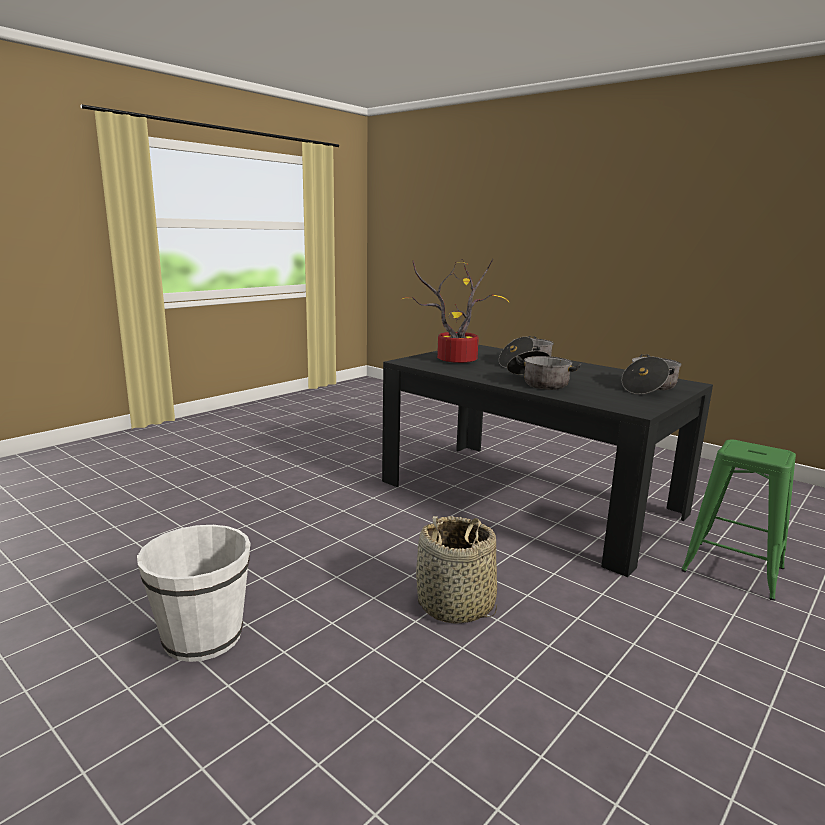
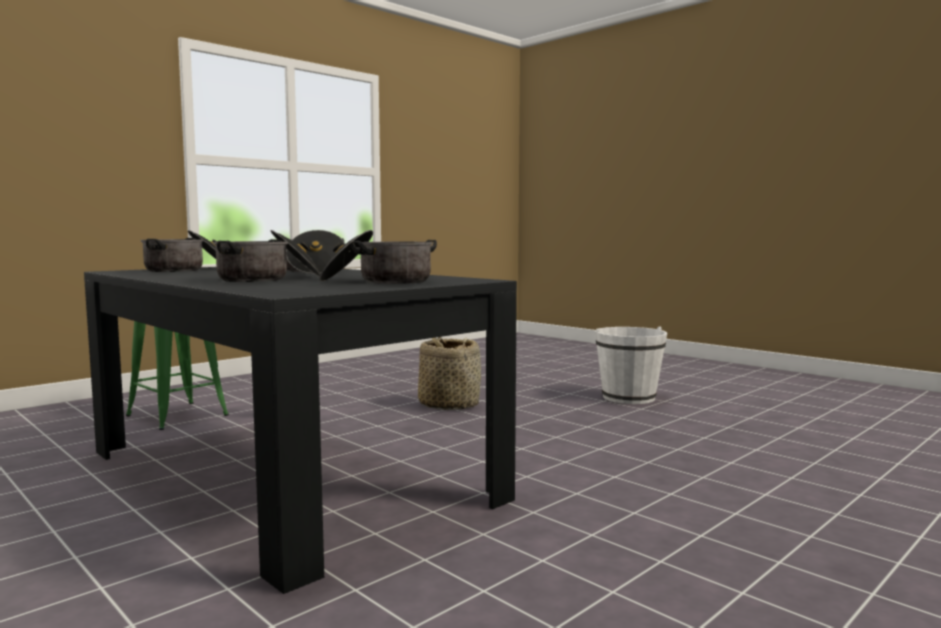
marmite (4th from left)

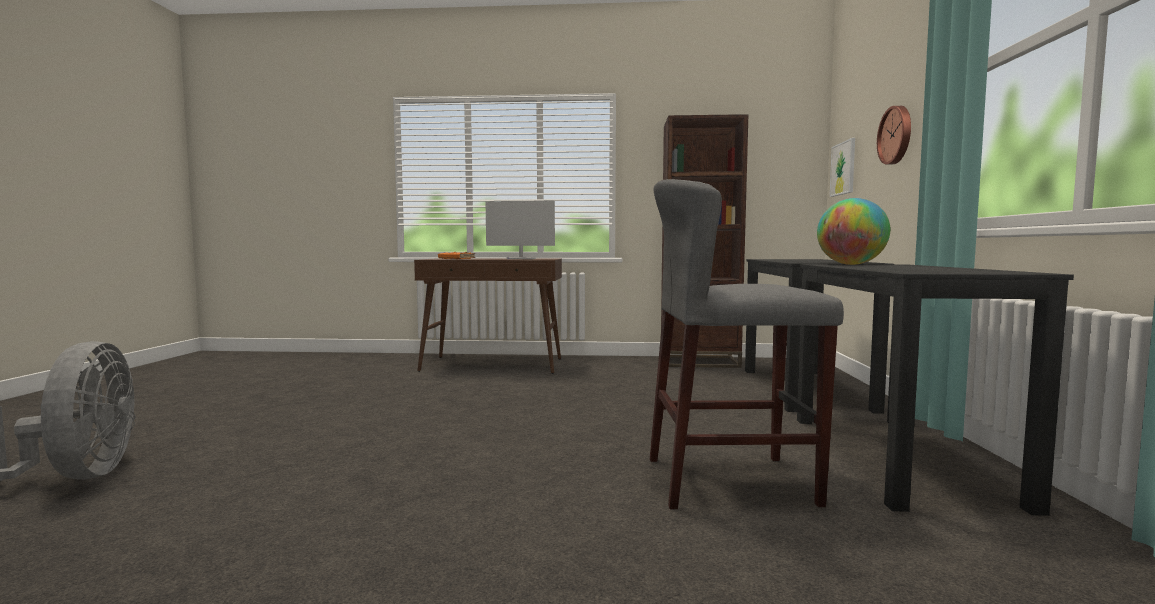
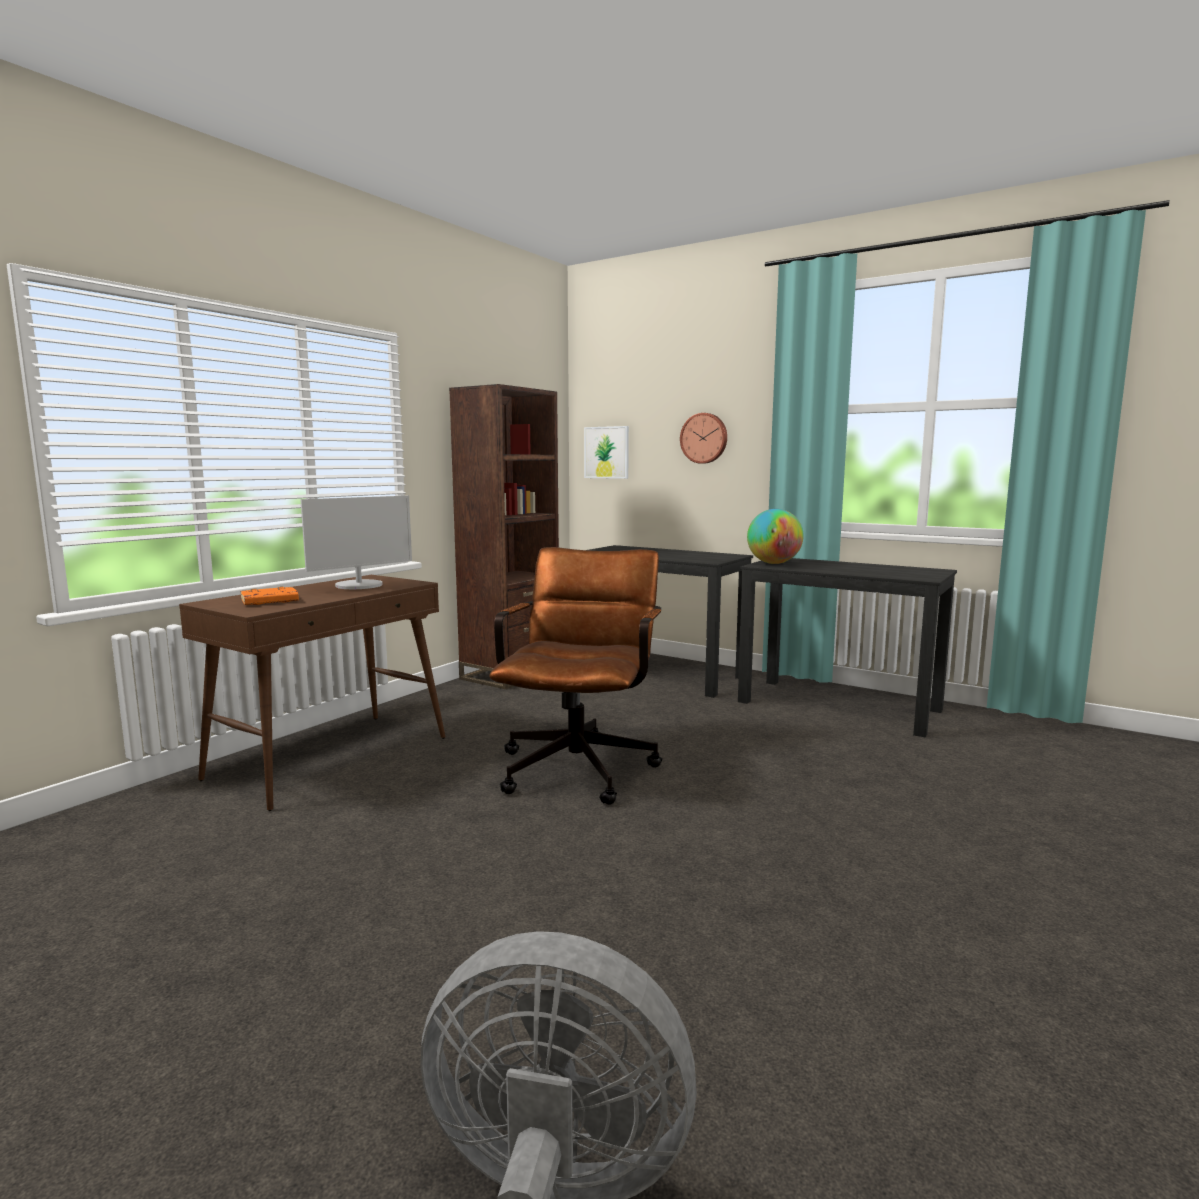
tabouret/gris
chaise de bureau/marron

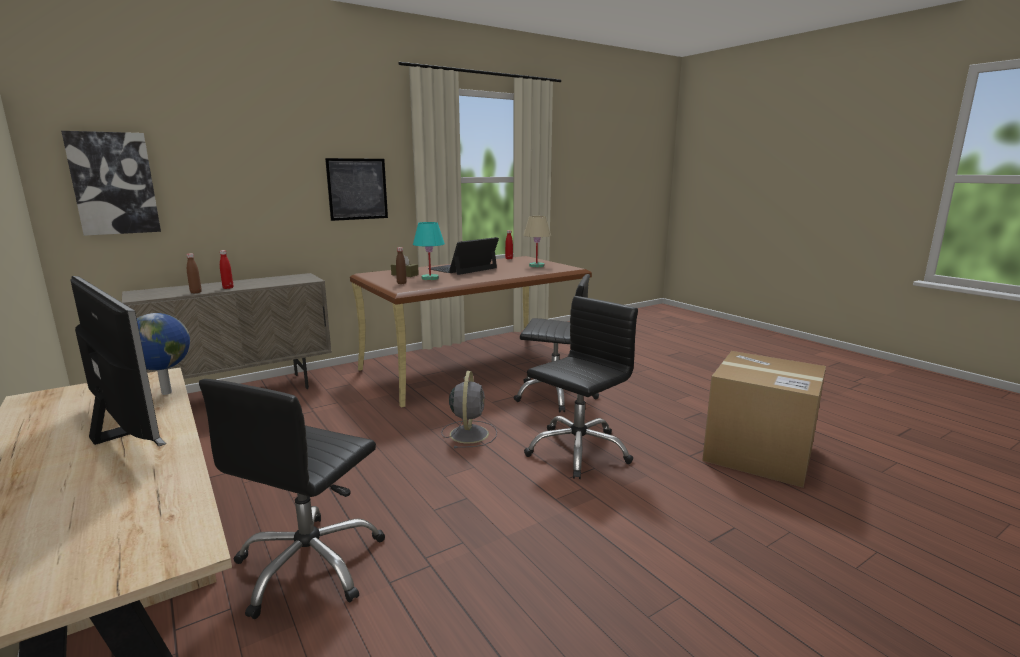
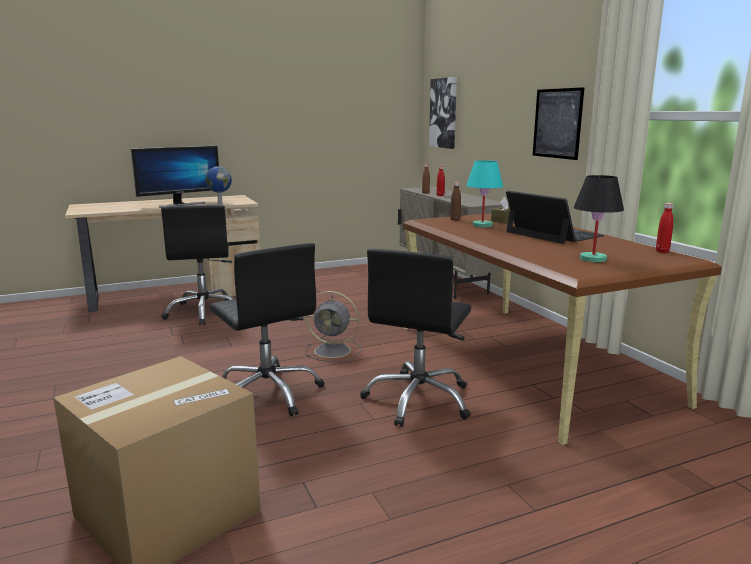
chaise de bureau/noir (1st from left)
lampe de table/noir

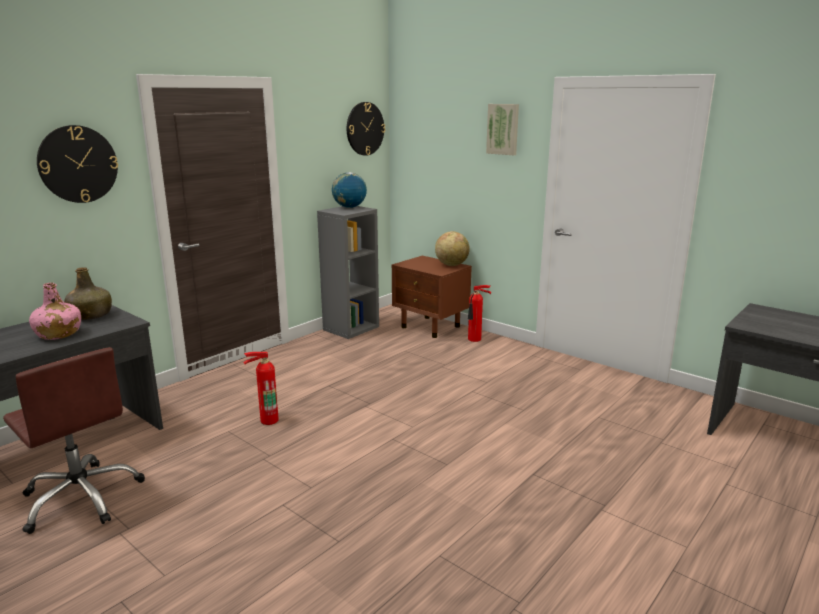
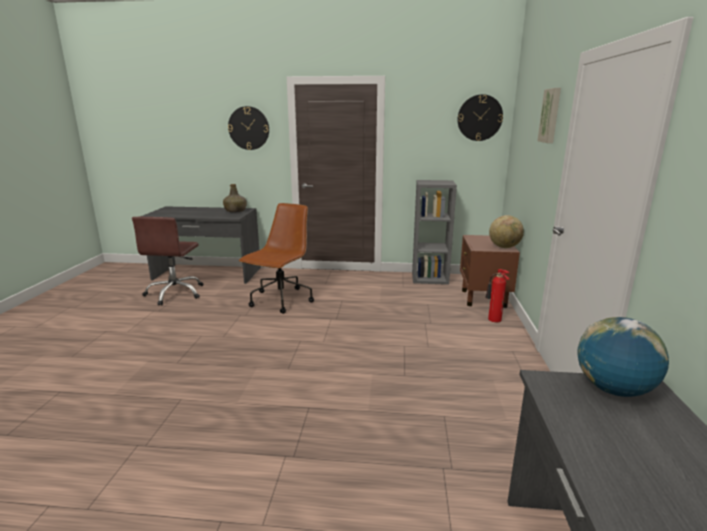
bouteille/rose
chaise de bureau/marron (2nd from left)
globe (2nd from left)

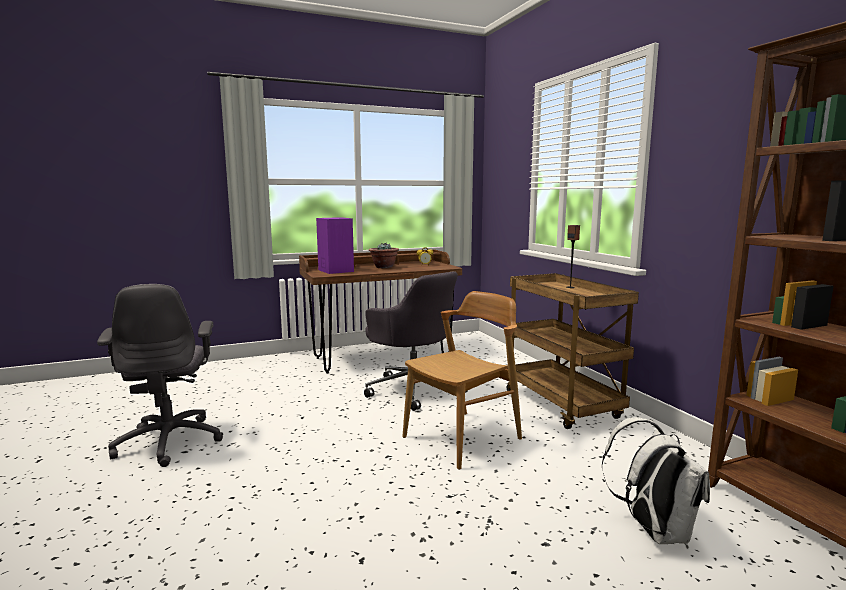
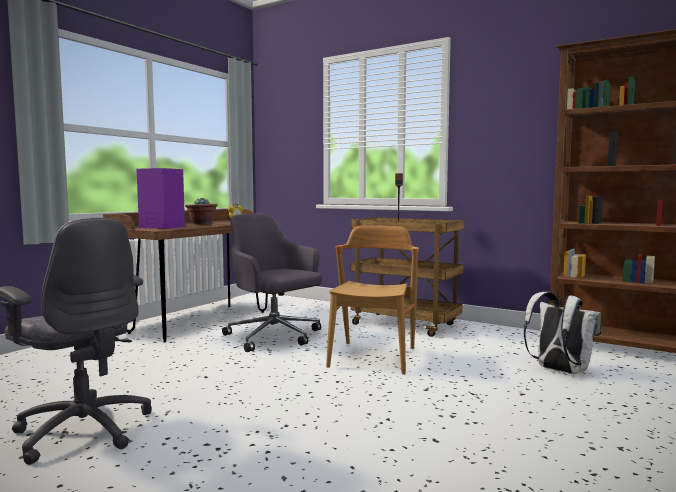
chaise de bureau/gris (2nd from left)

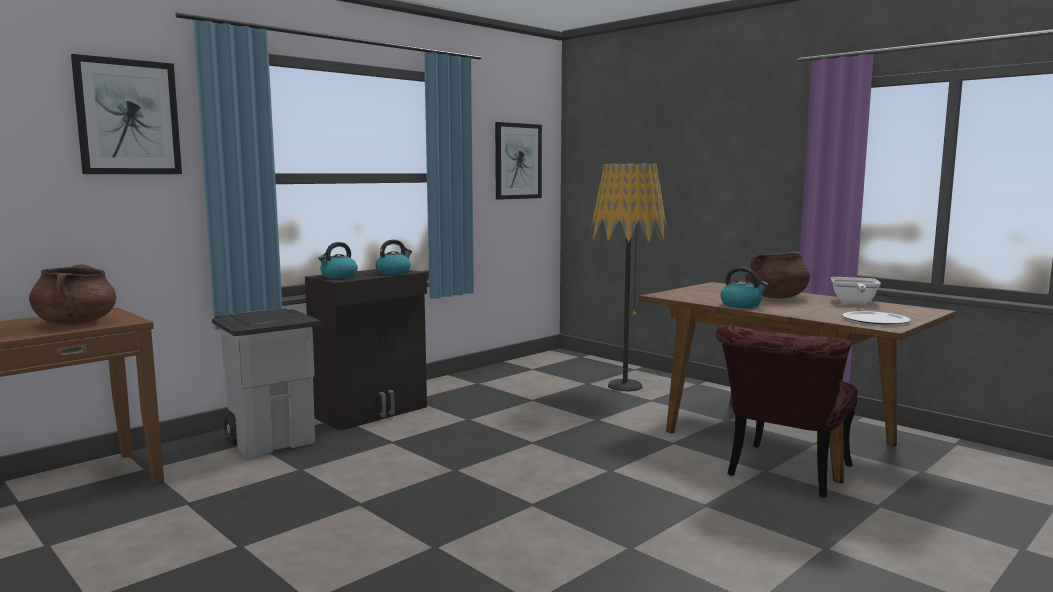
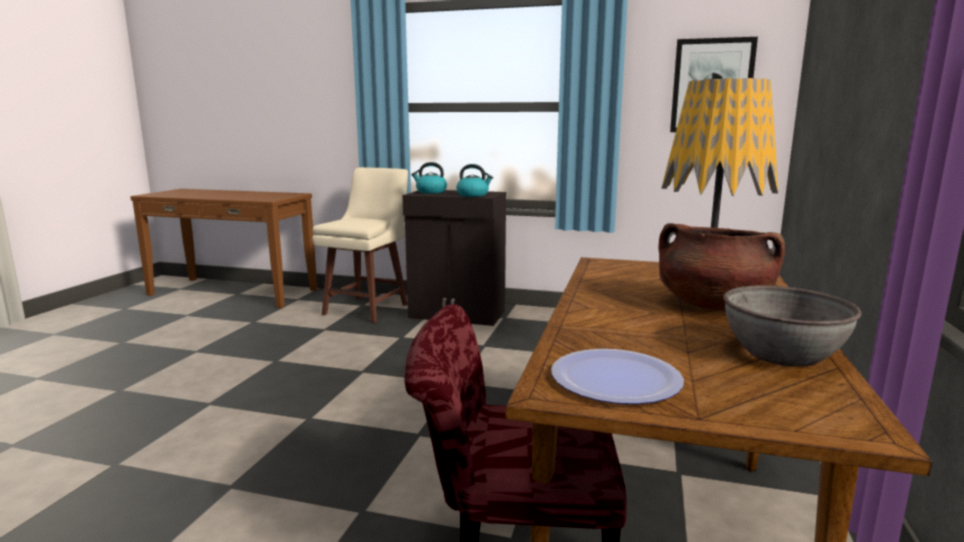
marmite/marron (1st from left in the first image)
tableau (1st from left in the first image)
tabouret/beige
bouilloire (3rd from left in the first image)
bol/gris

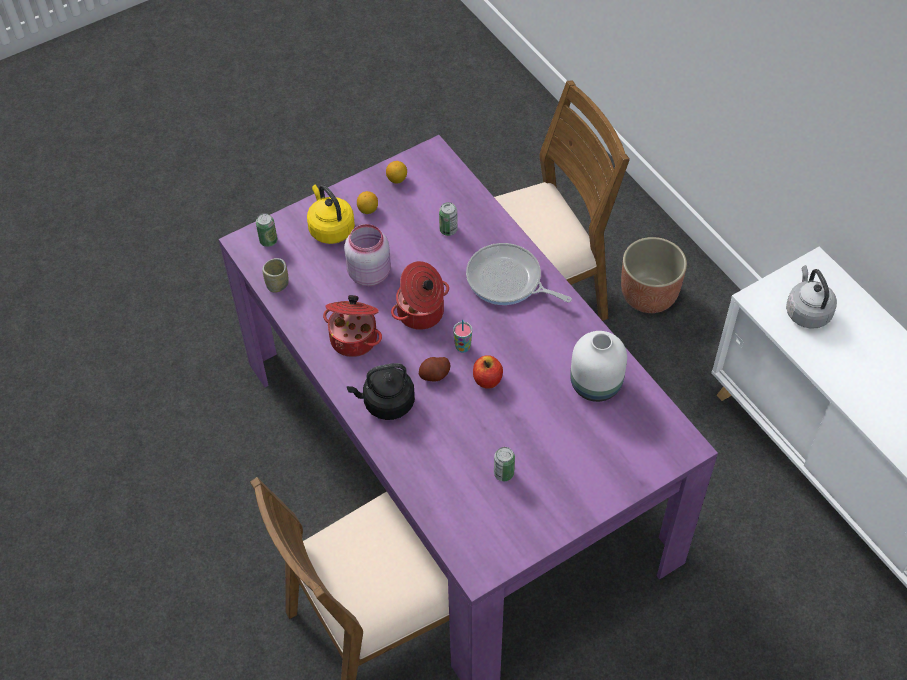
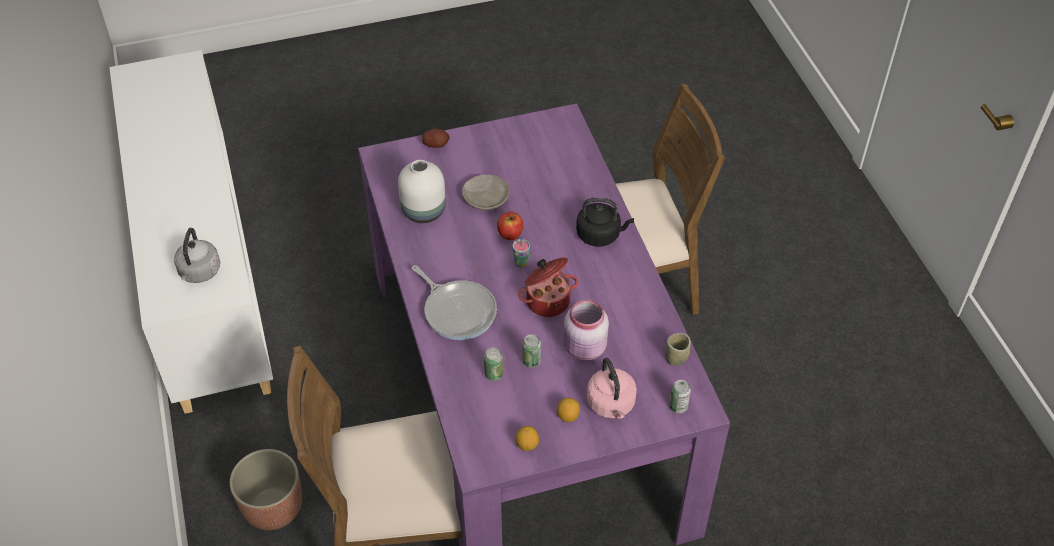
bouilloire/rose
marmite (1st from left in the first image)
pomme de terre
boîte métallique (2nd from left)
assiette/beige

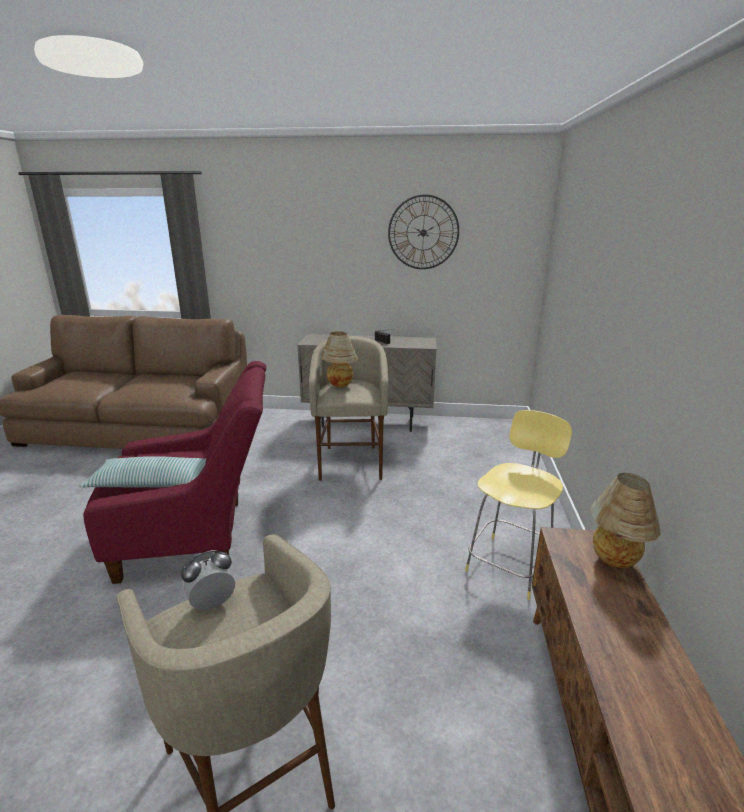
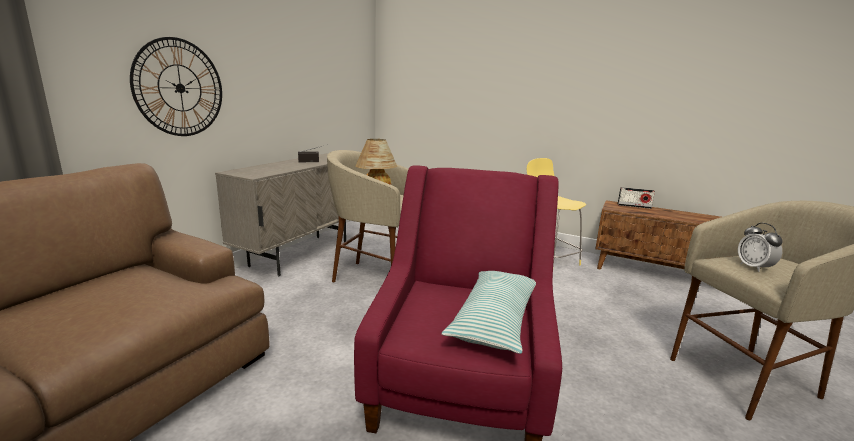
horloge murale
radio (2nd from left)

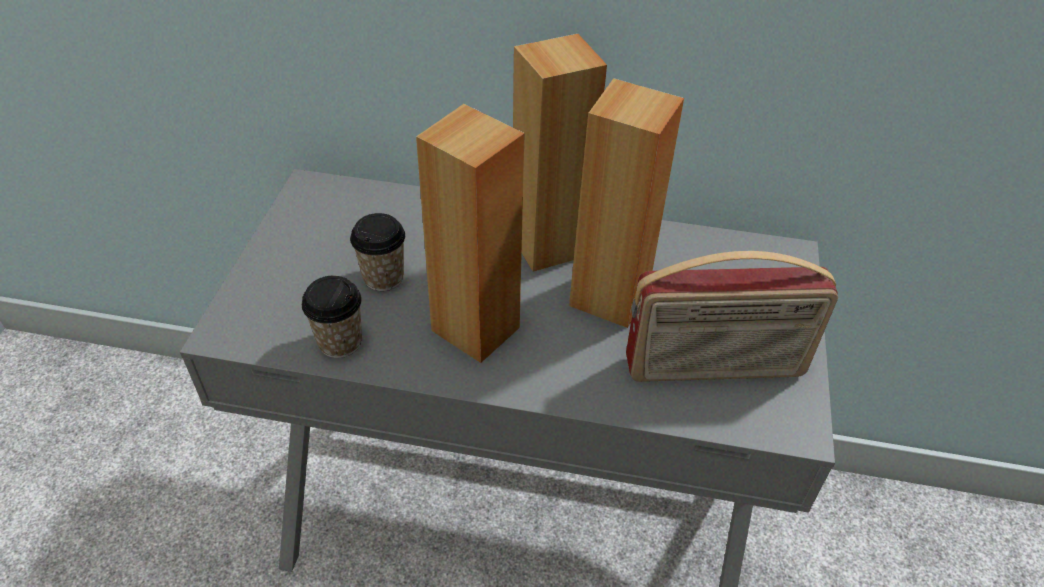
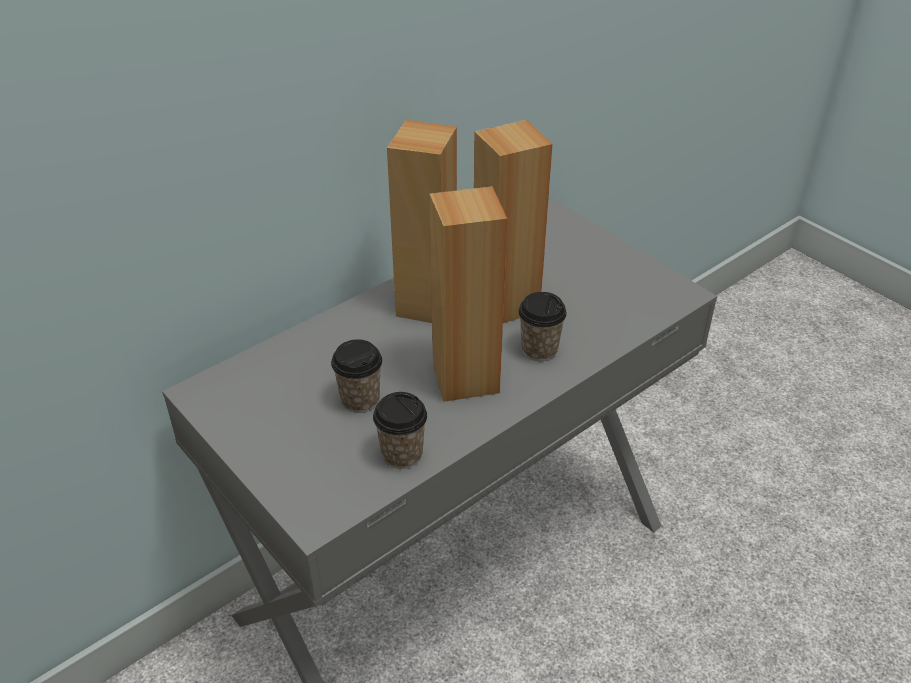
radio
tasse (3rd from left)

